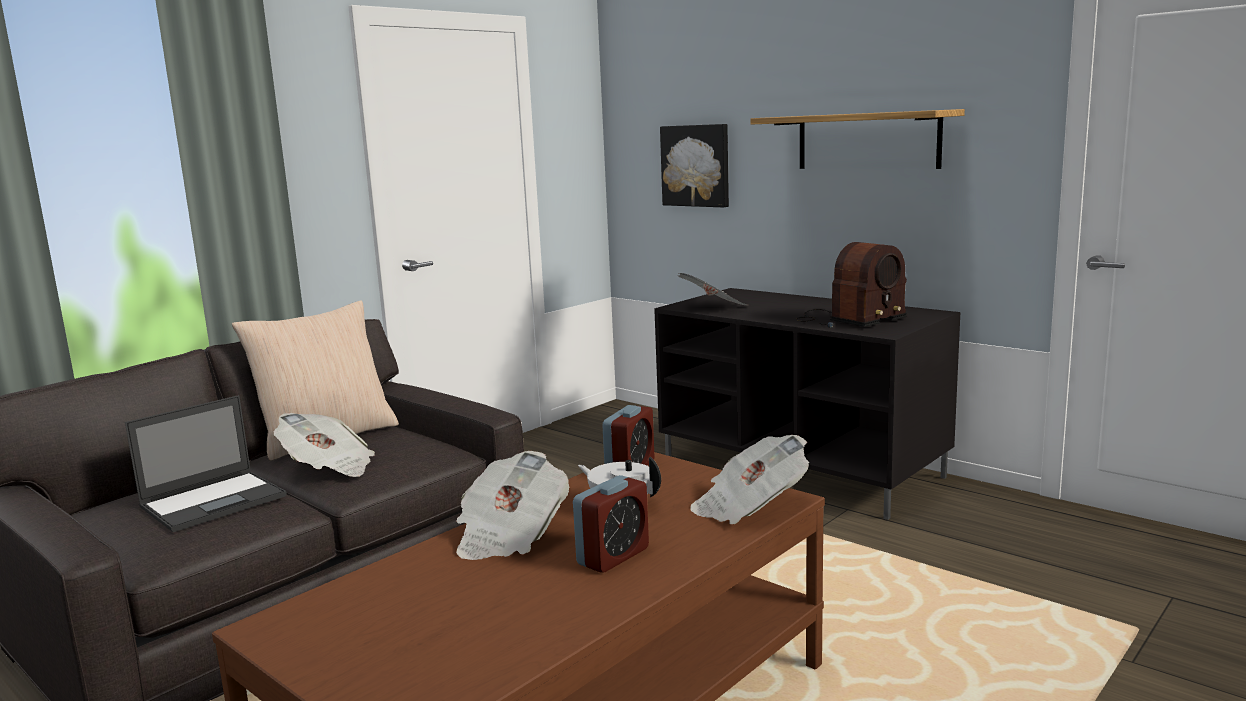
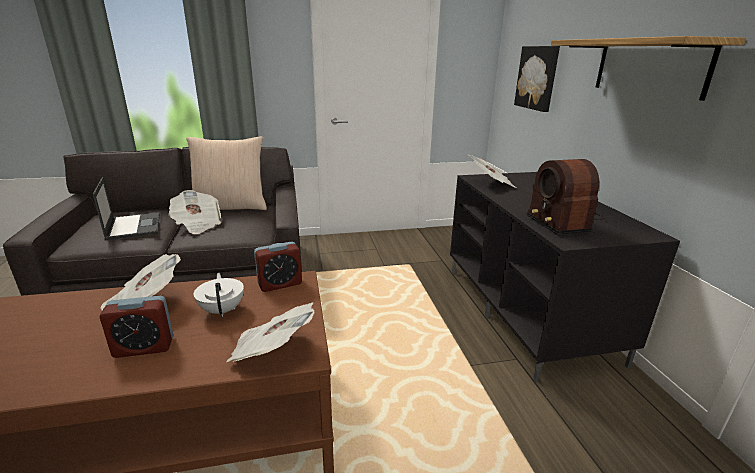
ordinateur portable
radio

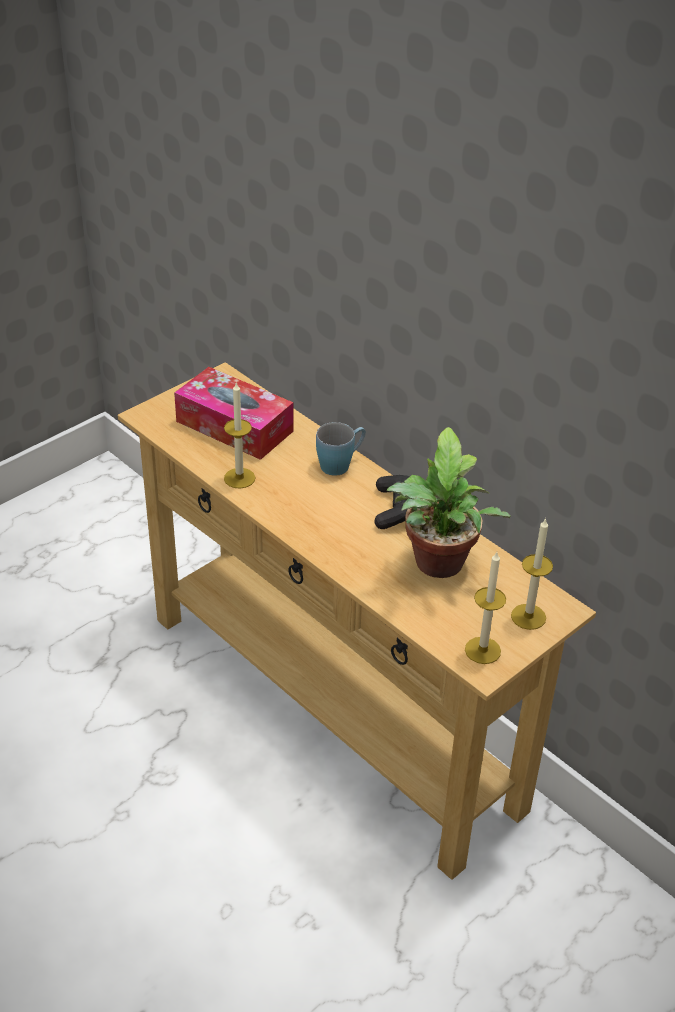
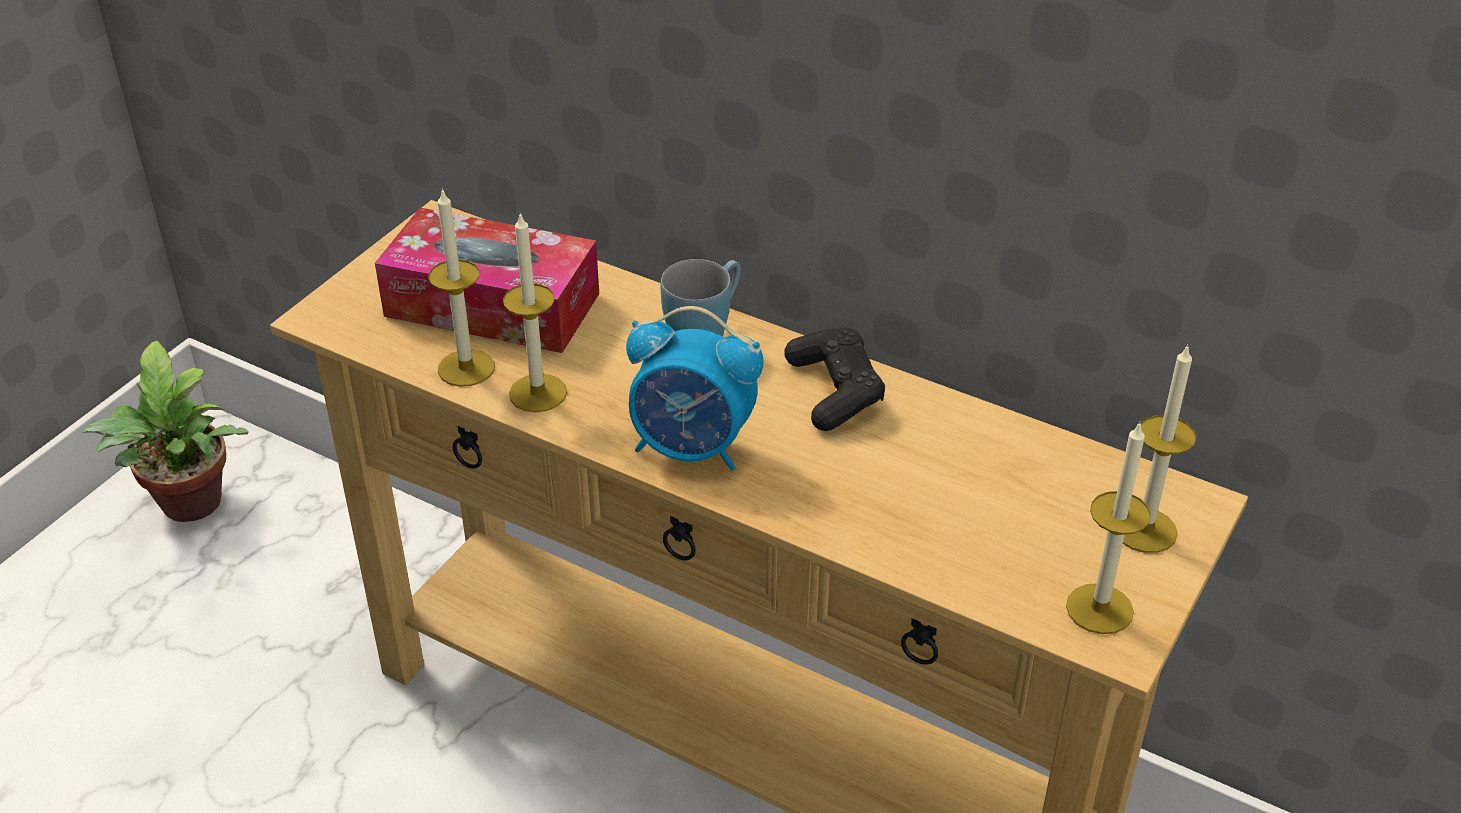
plante en pot
bougie (1st from left)
réveil

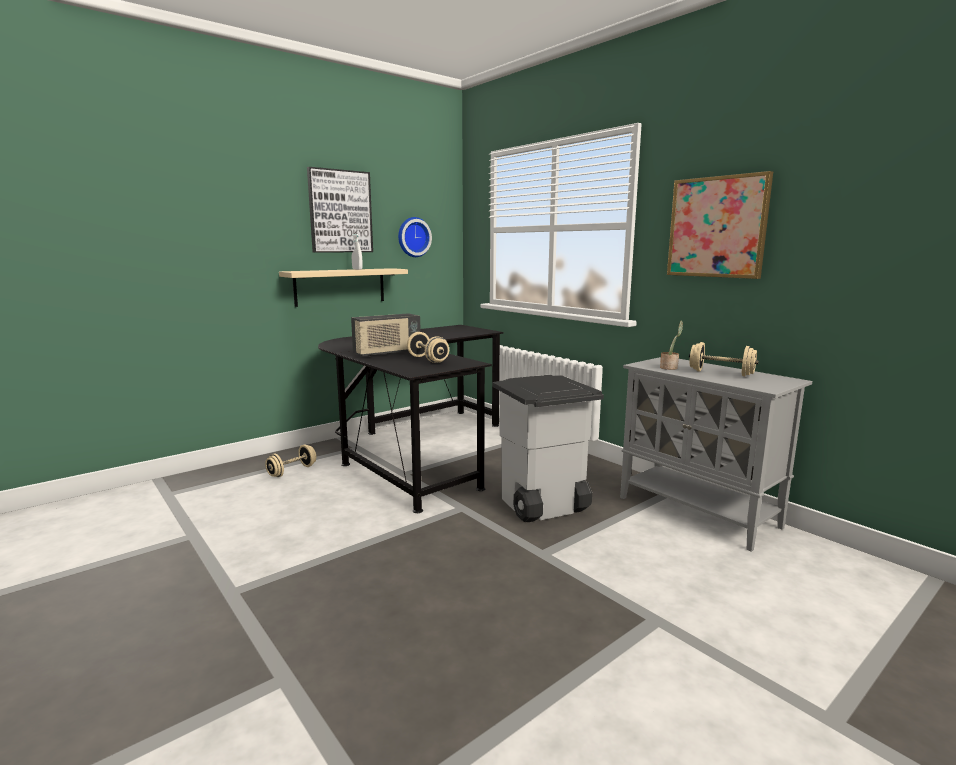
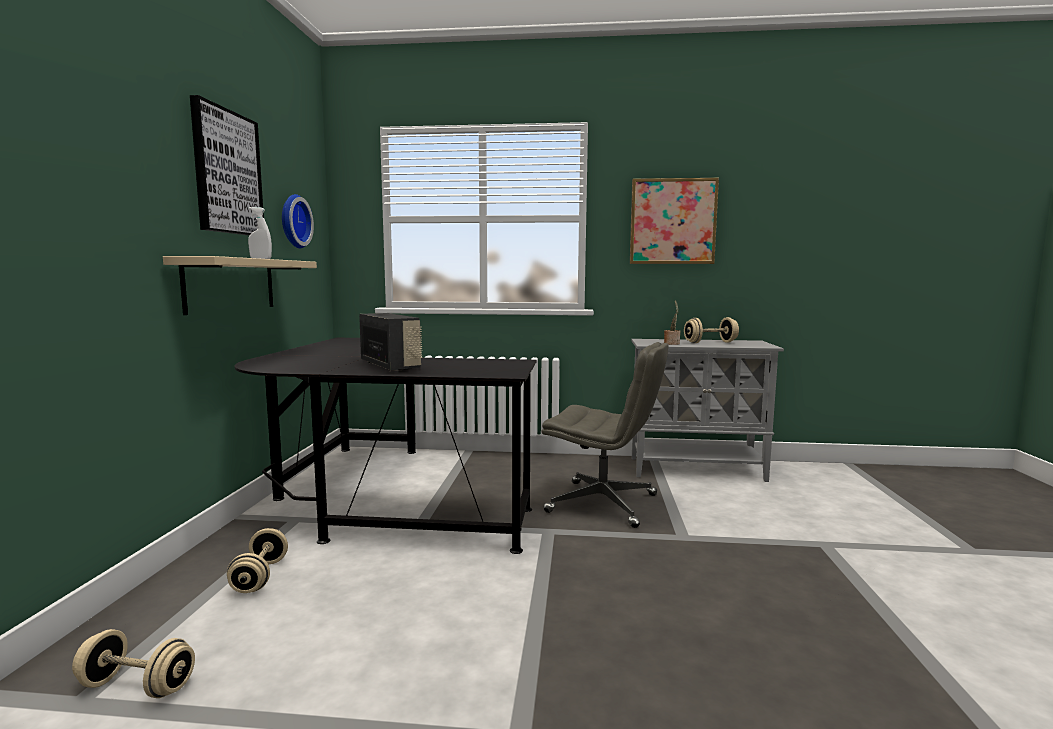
radio
haltère/beige (1st from left)
chaise de bureau/gris

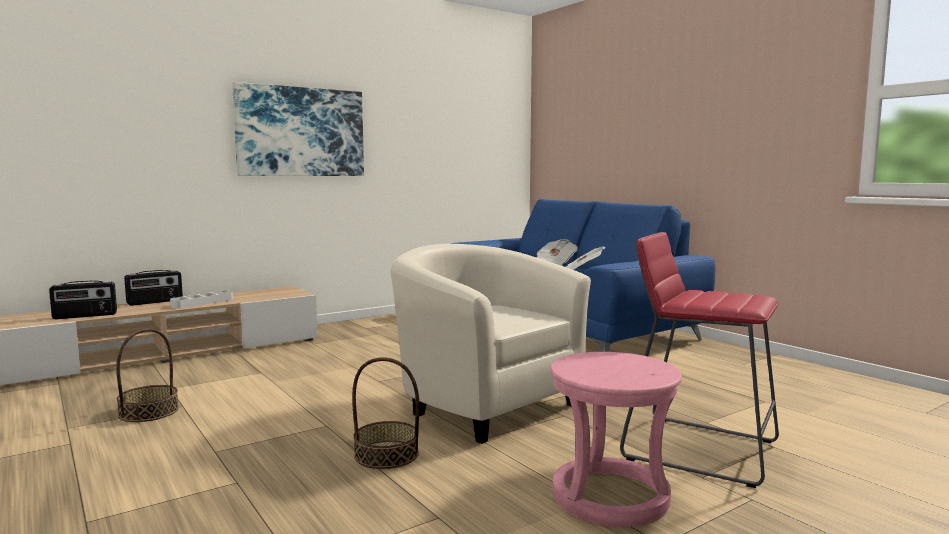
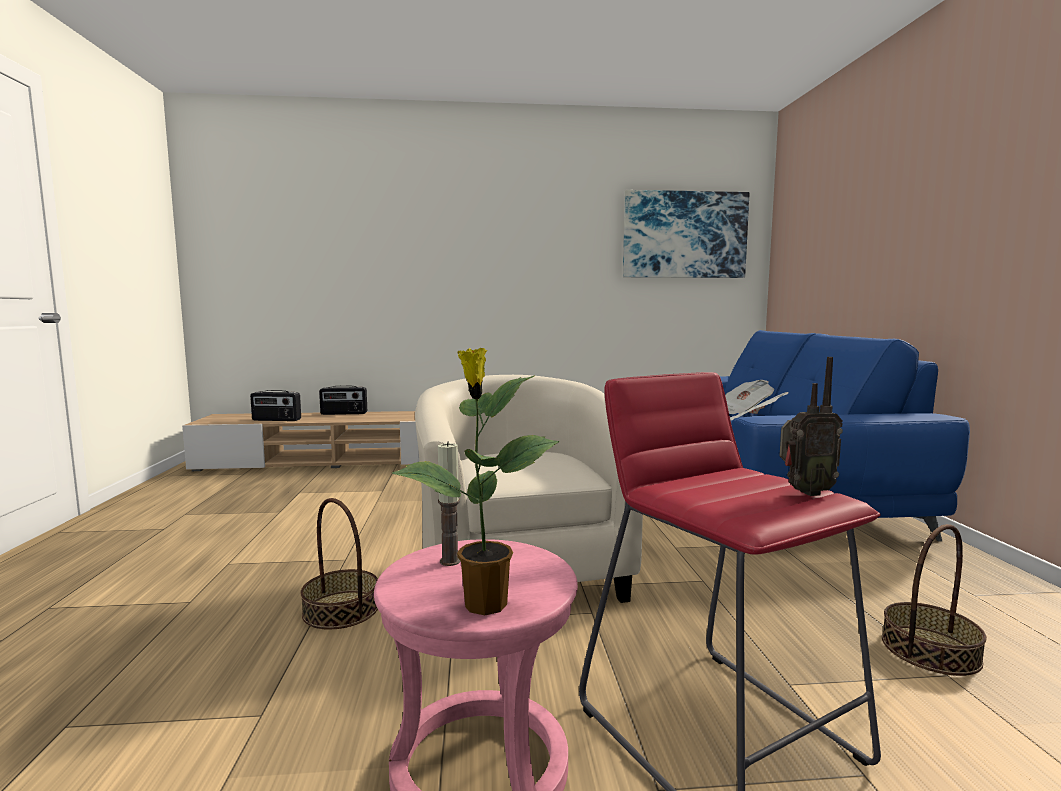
panier (2nd from left)
plateau/gris
tableau
plante en pot
bougie
radio (3rd from left)

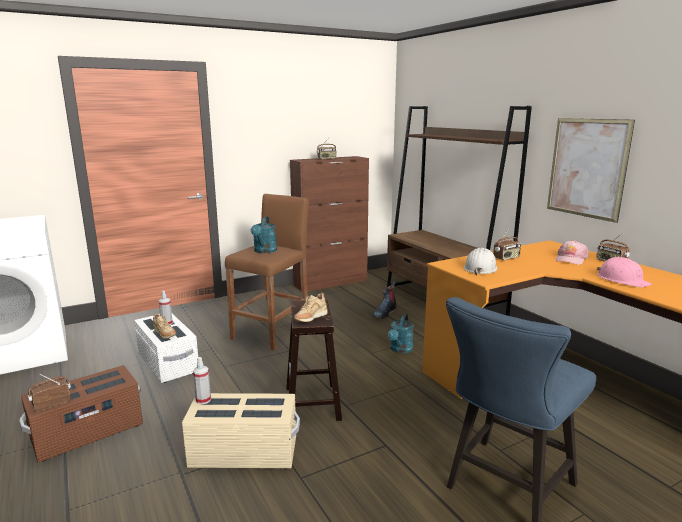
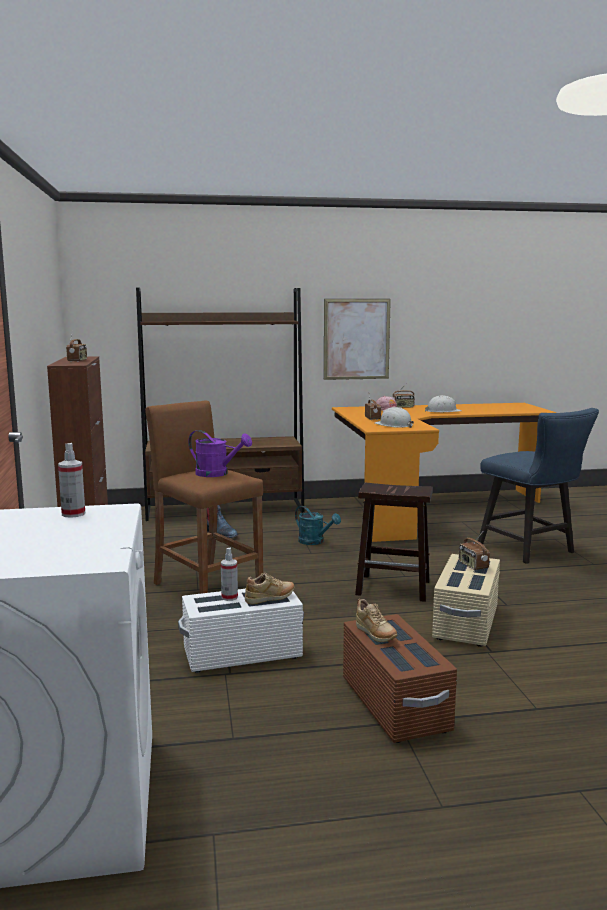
radio (4th from left)
vaporisateur (1st from left)
arrosoir/violet
chaussure/beige (2nd from left)
casque de chantier/blanc (2nd from left)

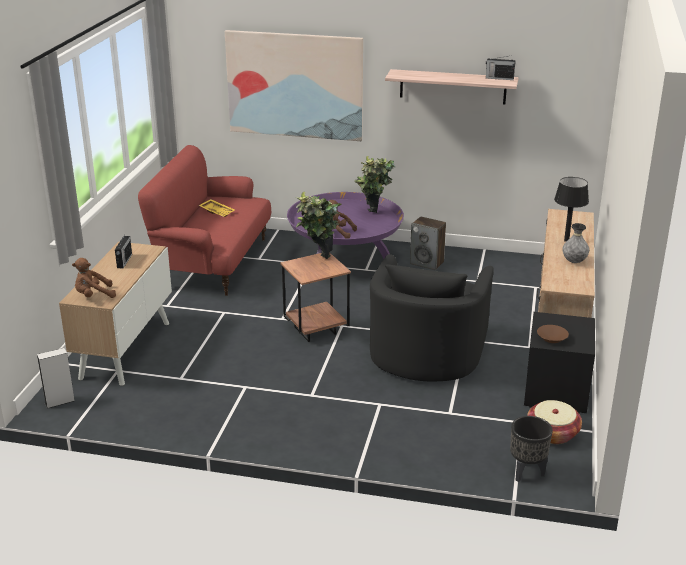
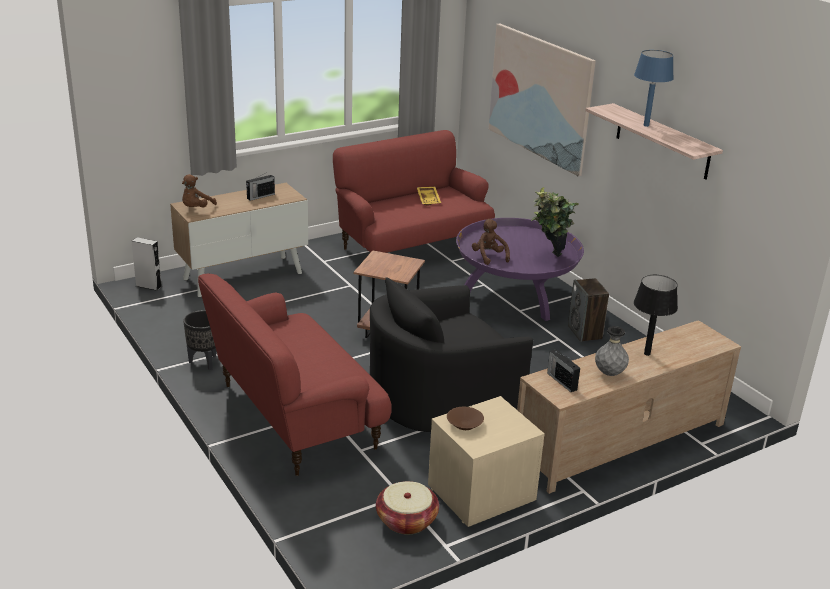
peluche/marron (1st from left)
plante en pot (1st from left in the first image)
radio (2nd from left)
cache-pot/noir
table de chevet/beige
canapé/rouge (1st from left)
lampe de table/bleu

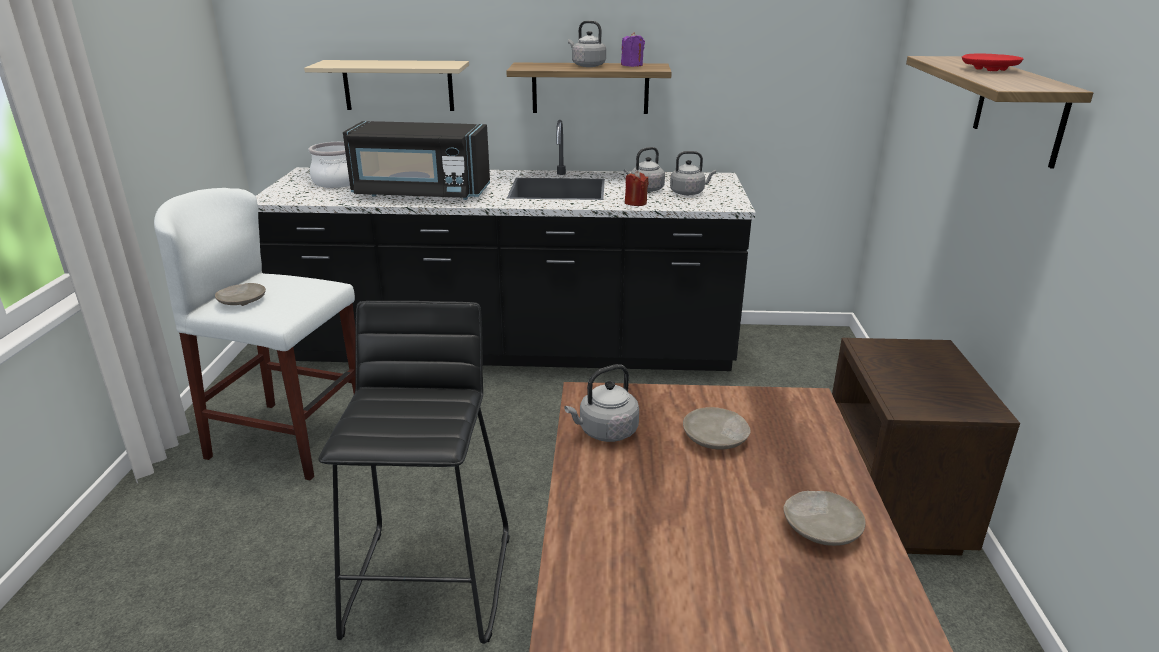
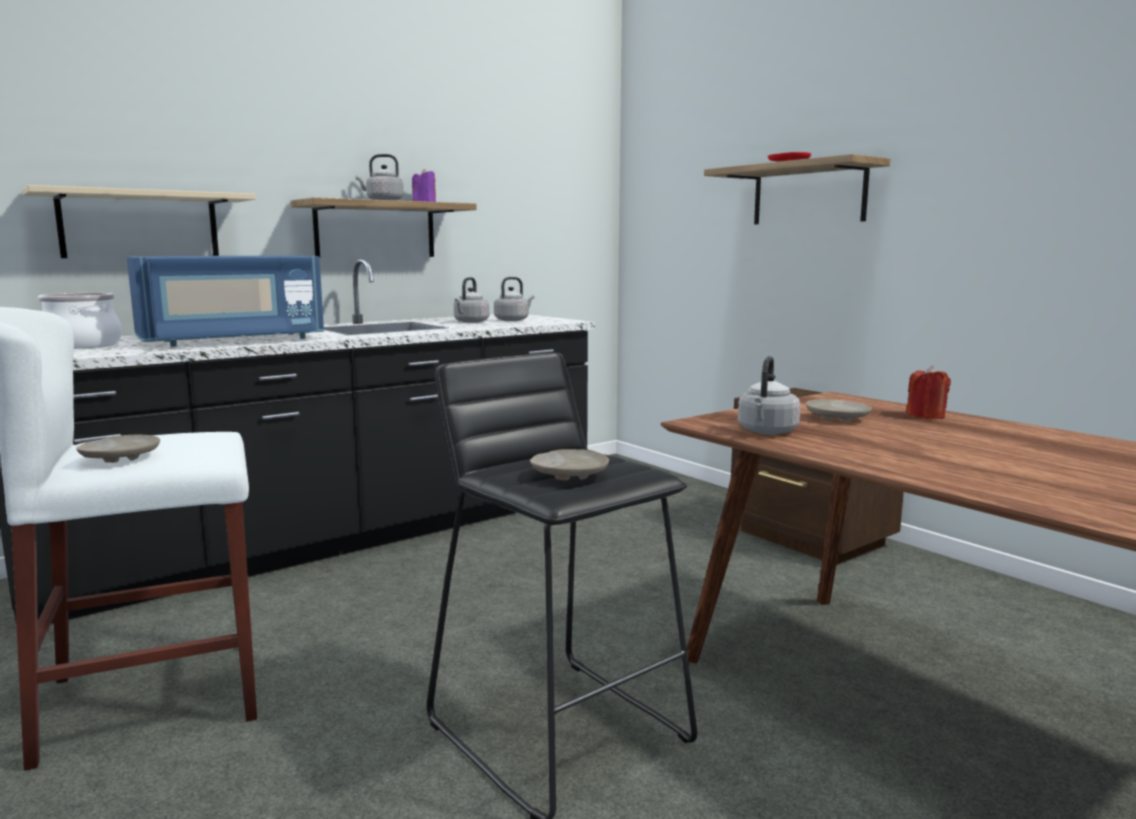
micro-ondes/bleu
bougie/rouge
assiette/beige (2nd from left)

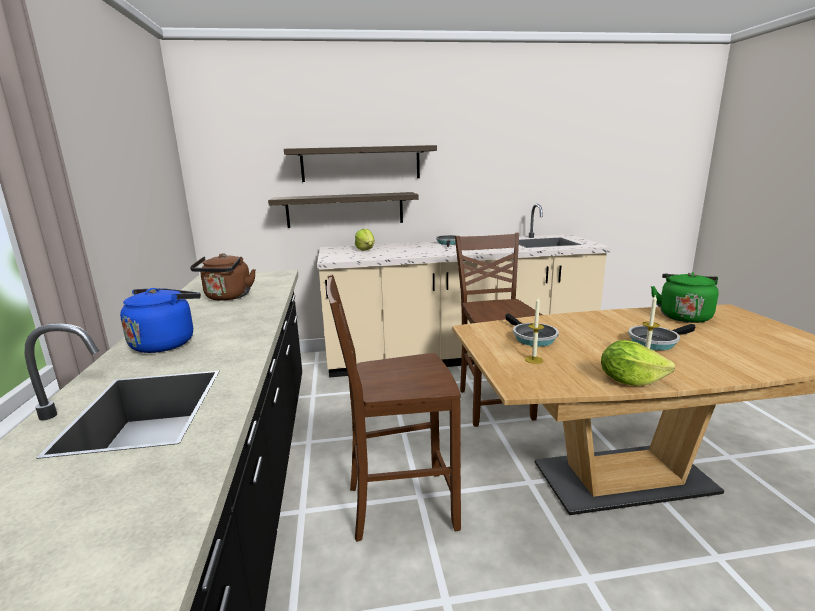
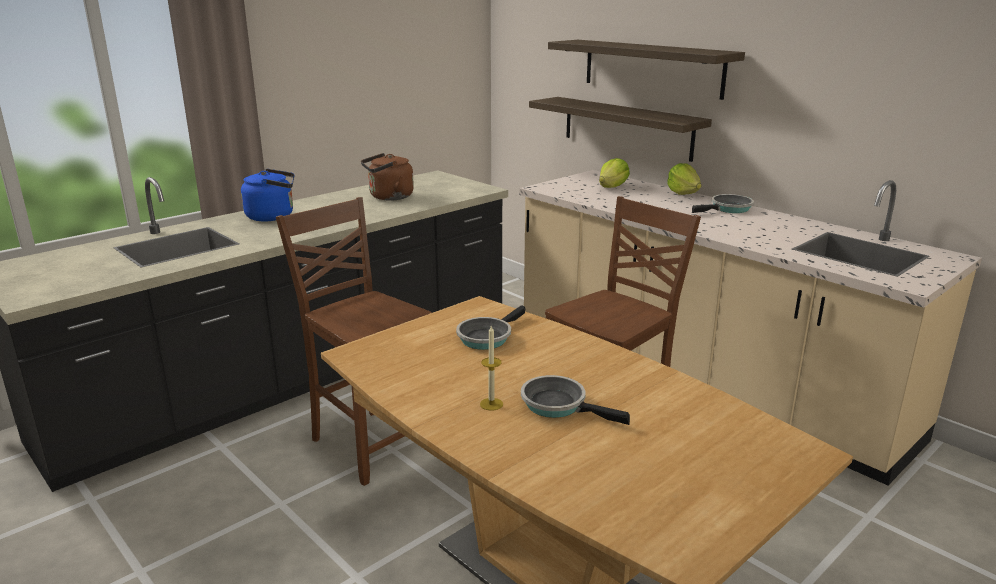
bougie (1st from left in the first image)
laitue (2nd from left)
bouilloire/vert

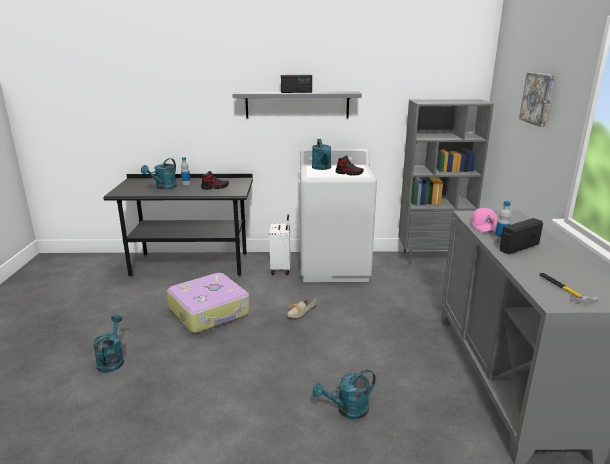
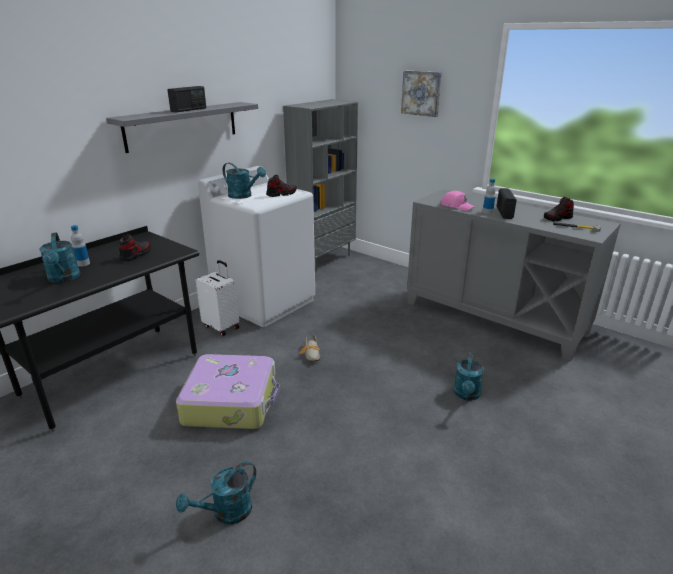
arrosoir/turquoise (2nd from left)
chaussure (4th from left)

